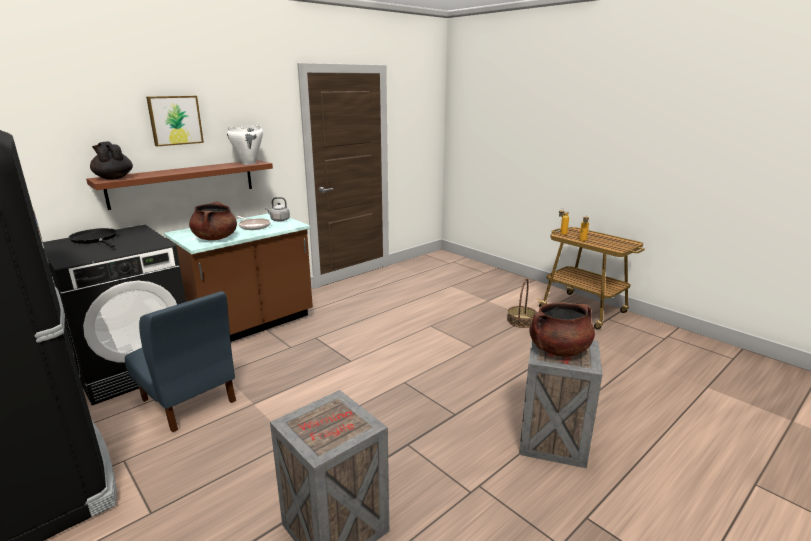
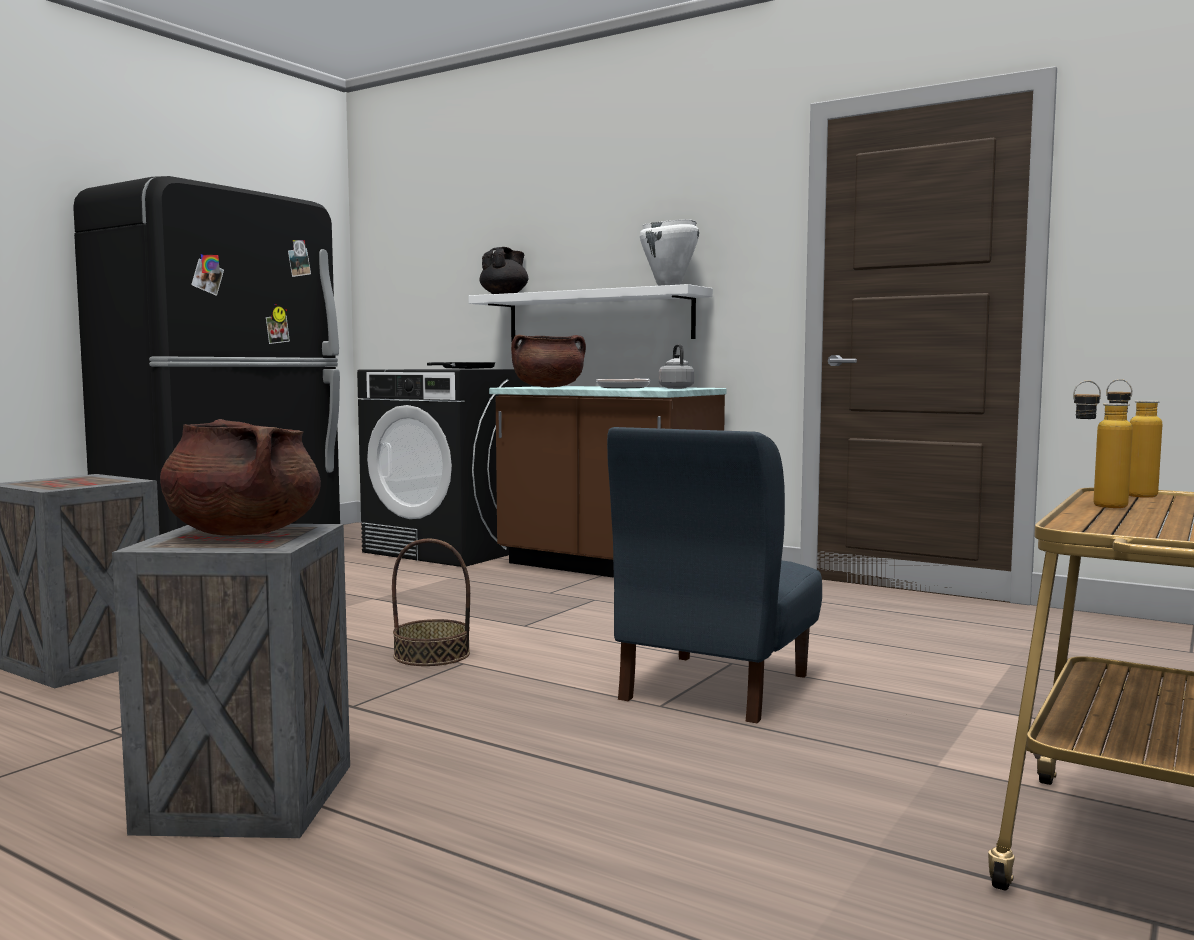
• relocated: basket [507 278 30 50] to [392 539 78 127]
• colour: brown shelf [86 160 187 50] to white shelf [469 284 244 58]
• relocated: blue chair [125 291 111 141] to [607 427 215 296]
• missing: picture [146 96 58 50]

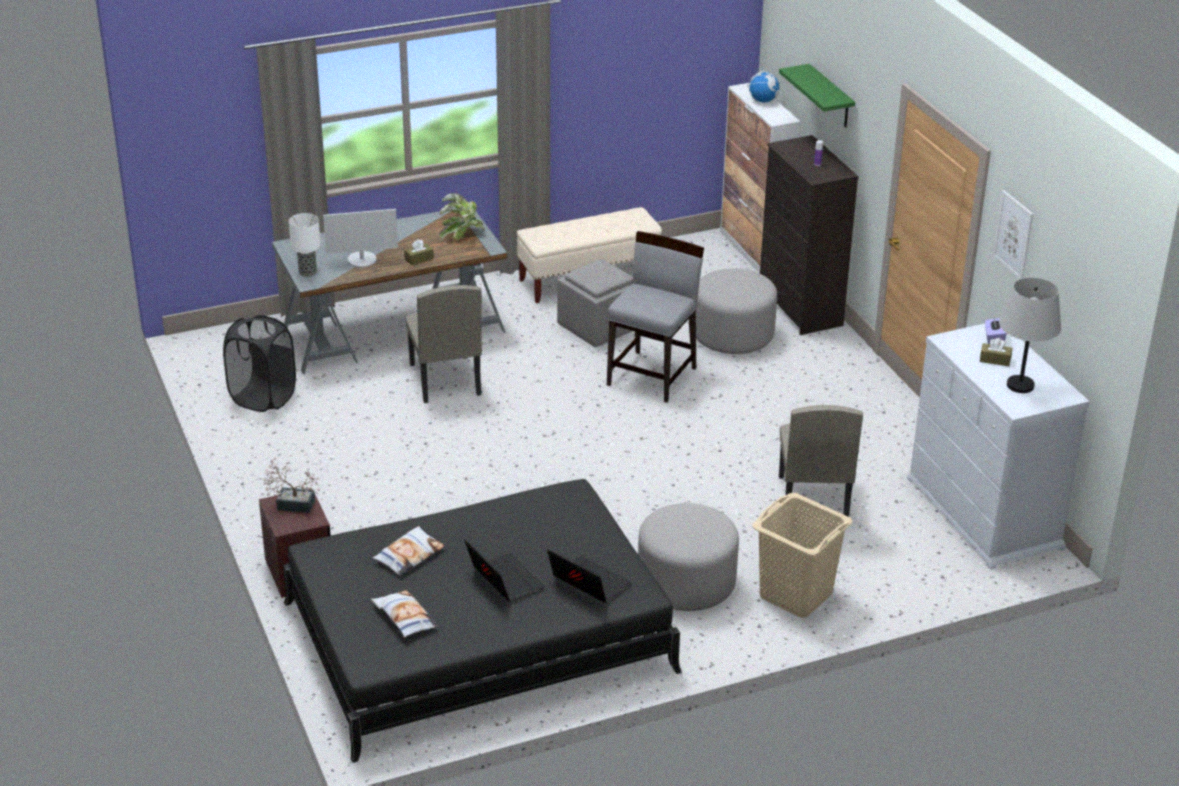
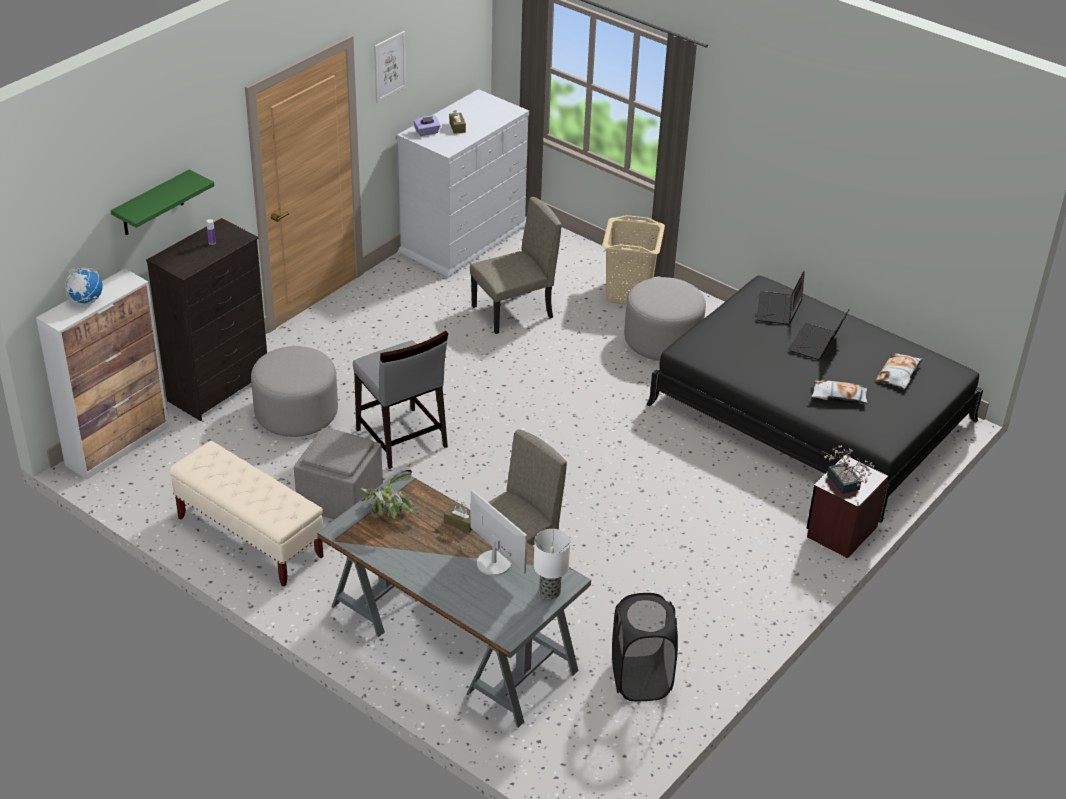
• spun: grey chair [607 231 97 172] = [353 331 95 138] 120 degrees counterclockwise
• missing: grey table lamp [999 277 62 116]

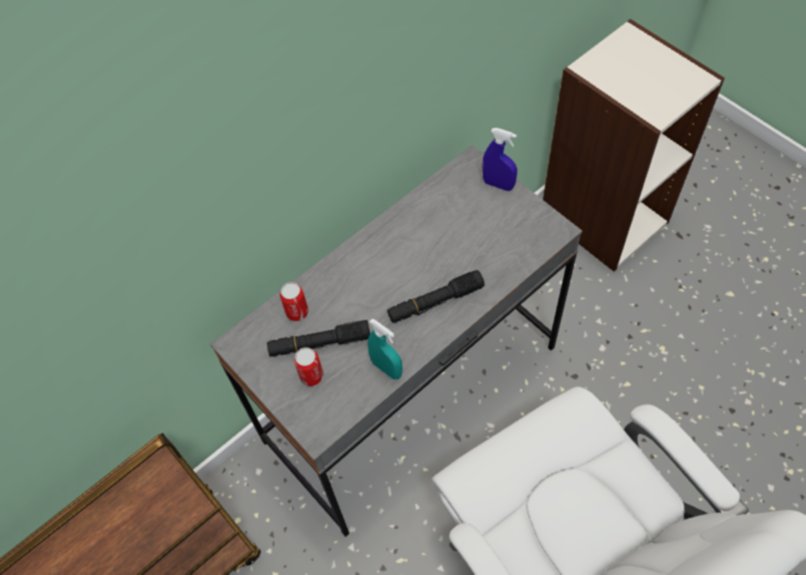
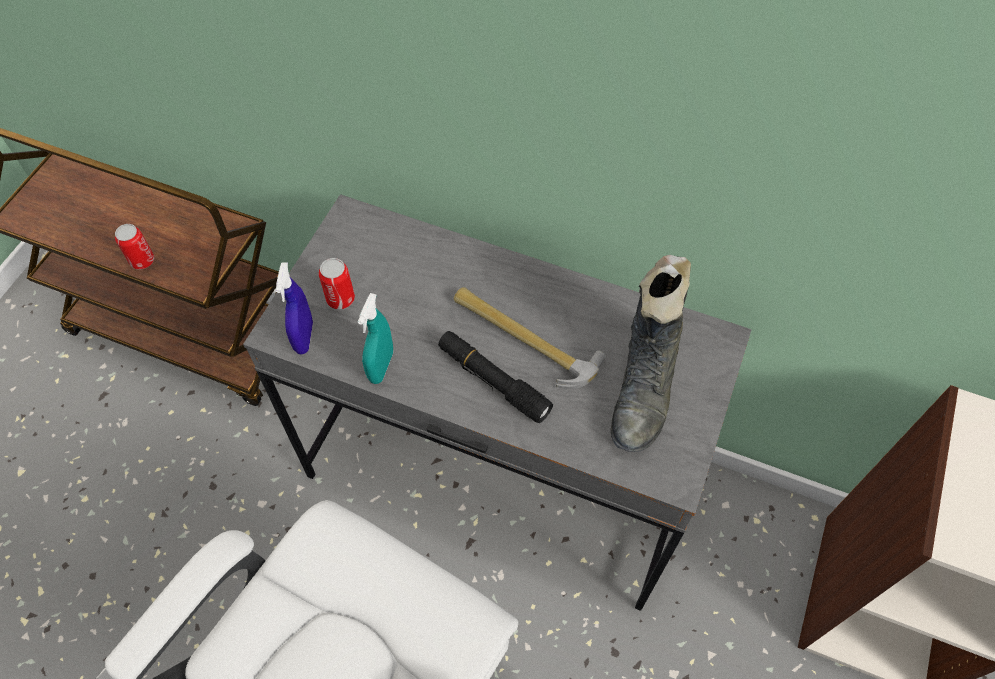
• relocated: can [280 282 28 39] to [115 224 39 46]
• relocated: blue spray bottle [482 128 35 63] to [276 262 37 92]
• appeared: hammer [454 287 152 102]
• appeared: black boot [611 255 80 197]
• missing: black flashlight [267 320 103 37]

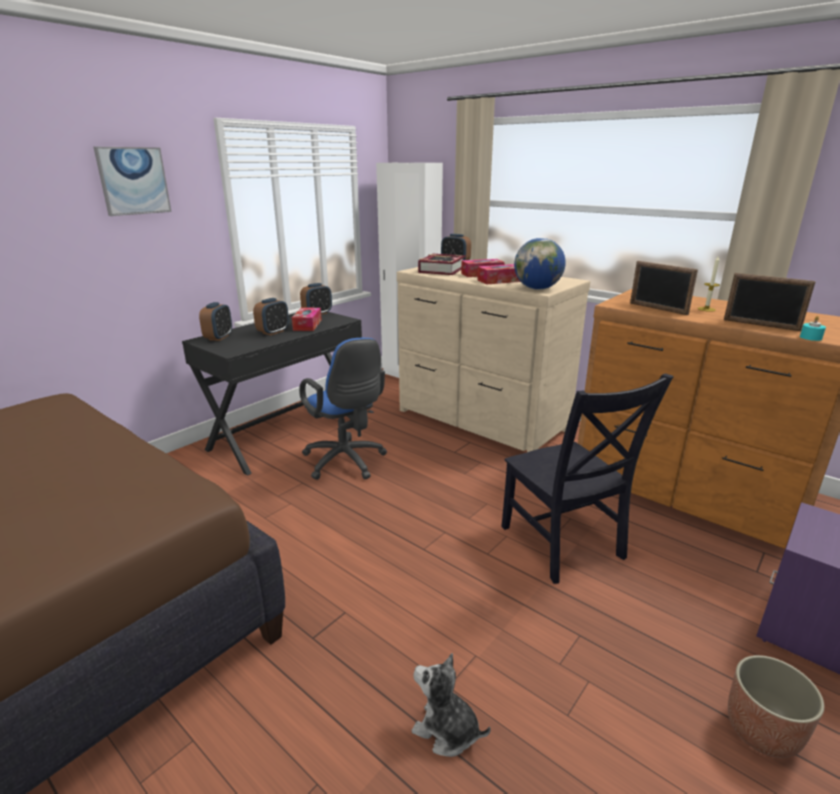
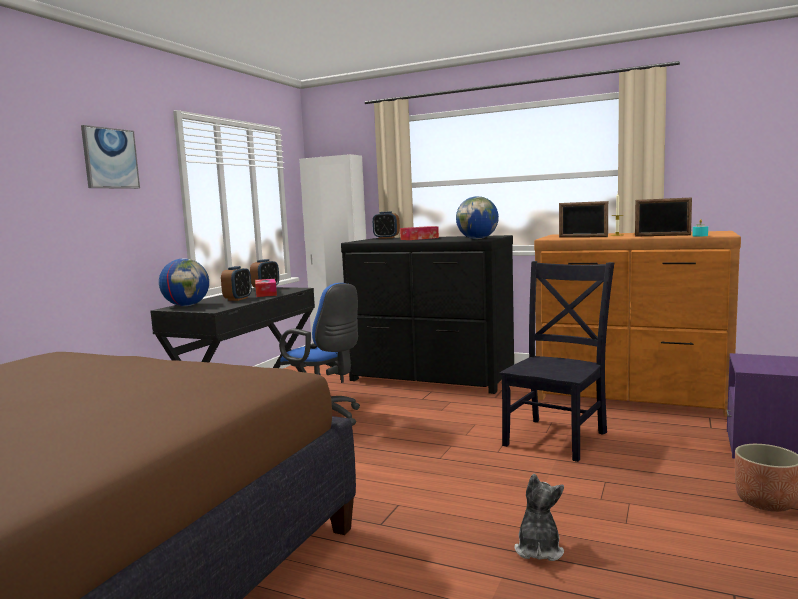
• exchanged: alarm clock [199 302 33 39] to globe [159 258 50 48]
• colour: beige dresser [397 267 193 185] to black dresser [341 235 173 159]
• spun: black chair [501 374 173 210] = [500 261 114 201] 105 degrees counterclockwise
• spun: plush toy [412 653 79 104] = [514 473 50 88] 90 degrees clockwise
• missing: book [418 254 48 21]
• missing: tissue box [477 264 43 20]

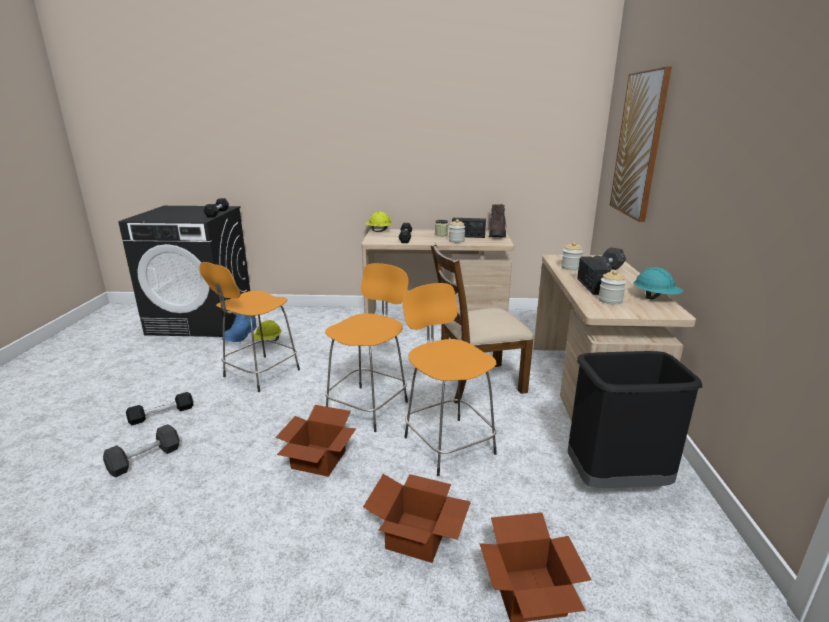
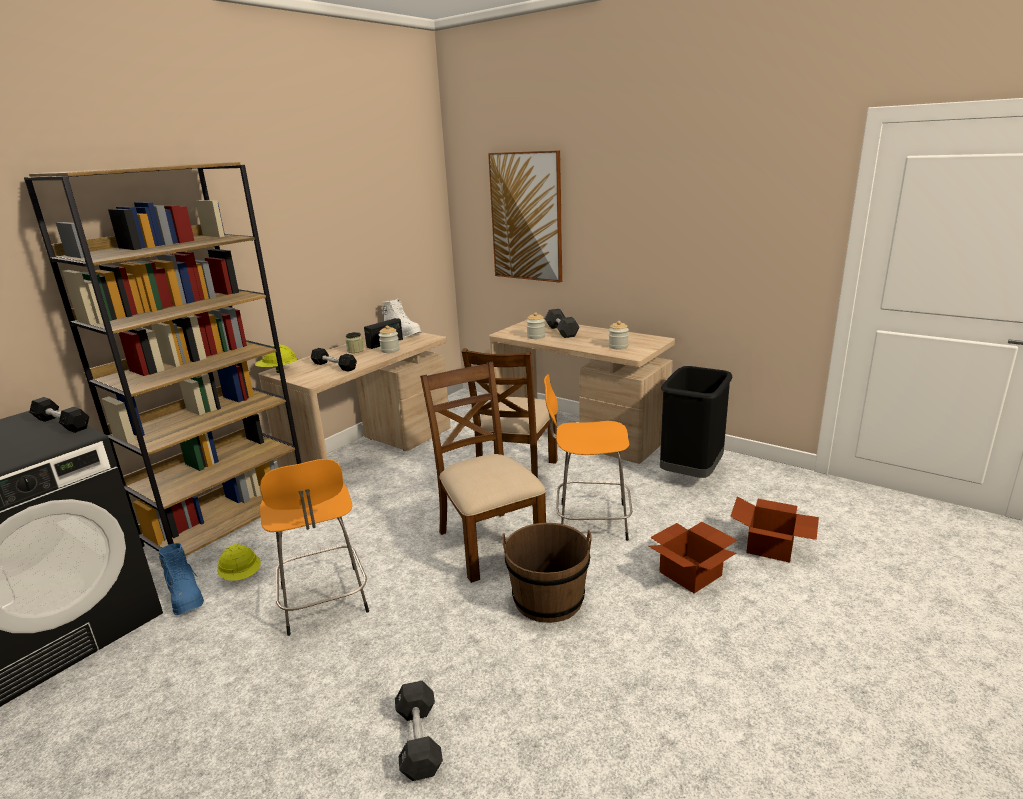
• appeared: brown bookcase [24 162 277 394]
• colour: brown boot [489 204 18 34] to white boot [381 299 40 38]
• exchanged: orange stool [325 263 83 169] to brown chair [420 361 126 222]
• exchanged: cardboard box [276 405 80 72] to brown bucket [502 523 90 100]
• missing: black dumbbell [126 392 67 33]
• missing: radio [577 256 32 39]
• missing: turquoise hard hat [634 267 49 33]

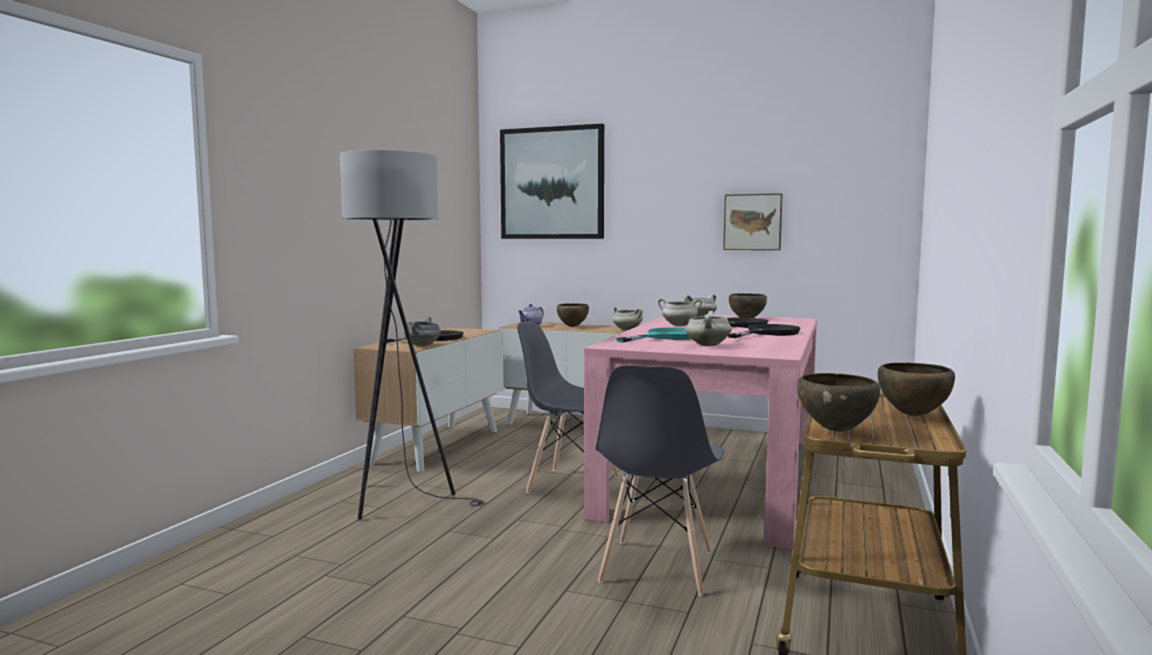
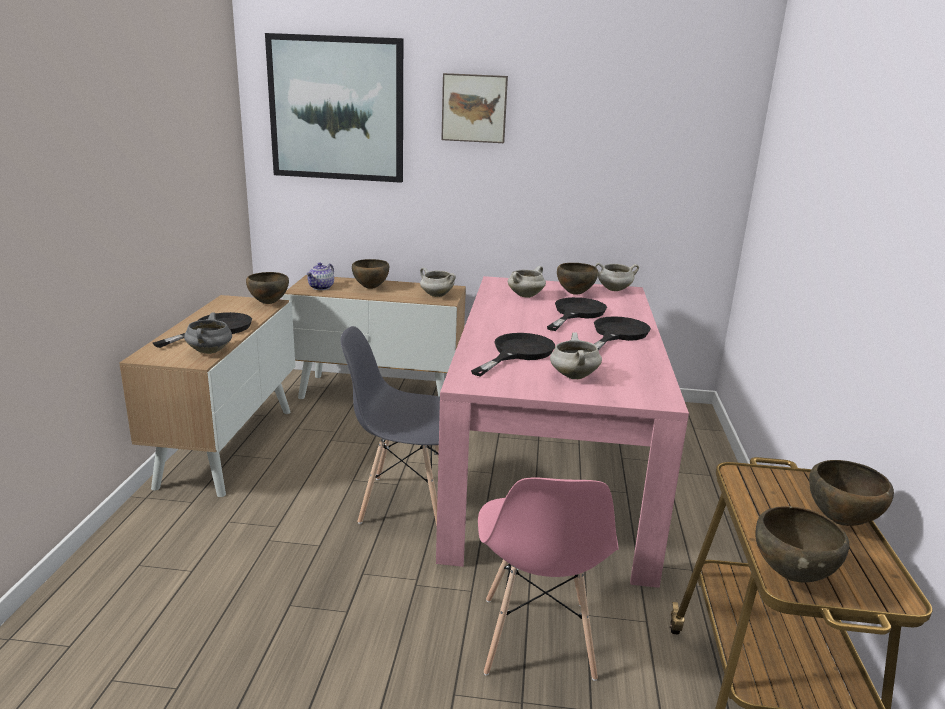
• appeared: brown bowl [246 272 43 32]
• relocated: picture [723 193 59 57] to [441 73 67 70]
• colour: turquoise frying pan [616 327 75 16] to black frying pan [471 333 84 44]
• colour: grey chair [596 365 129 231] to pink chair [478 478 141 203]
• relocated: white cooking pot [658 299 44 27] to [595 263 44 28]
• missing: grey floor lamp [340 150 145 369]

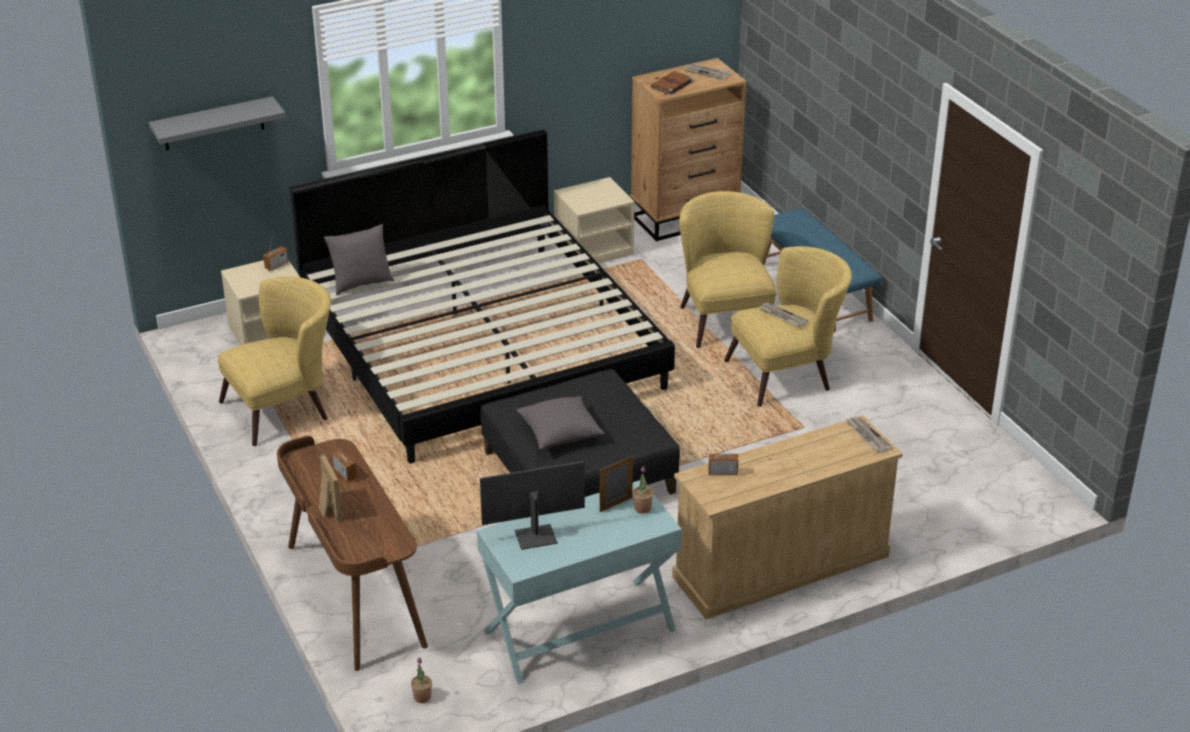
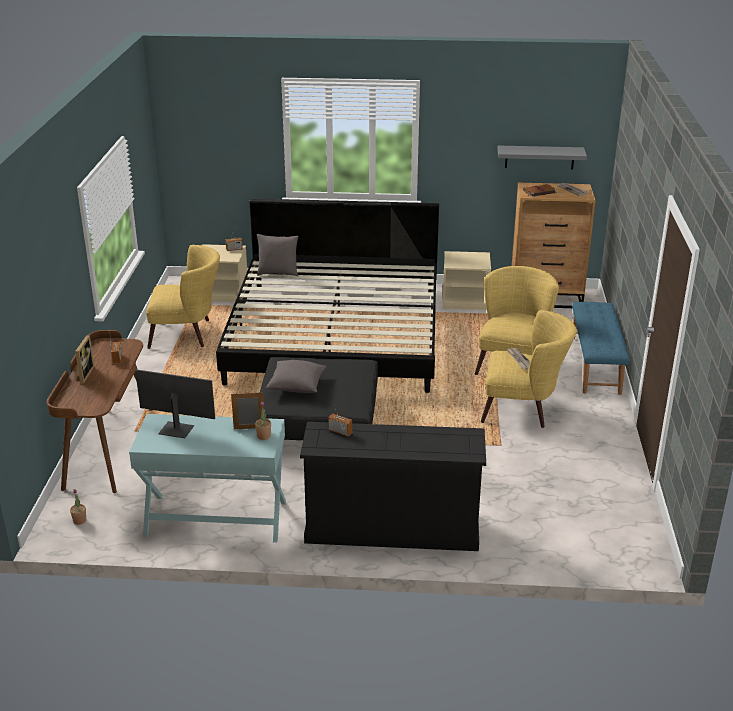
• colour: beige dresser [672 415 230 204] to black dresser [300 422 186 129]
• relocated: grey shelf [149 96 137 54] to [497 146 90 24]
• missing: newspaper [846 417 47 36]

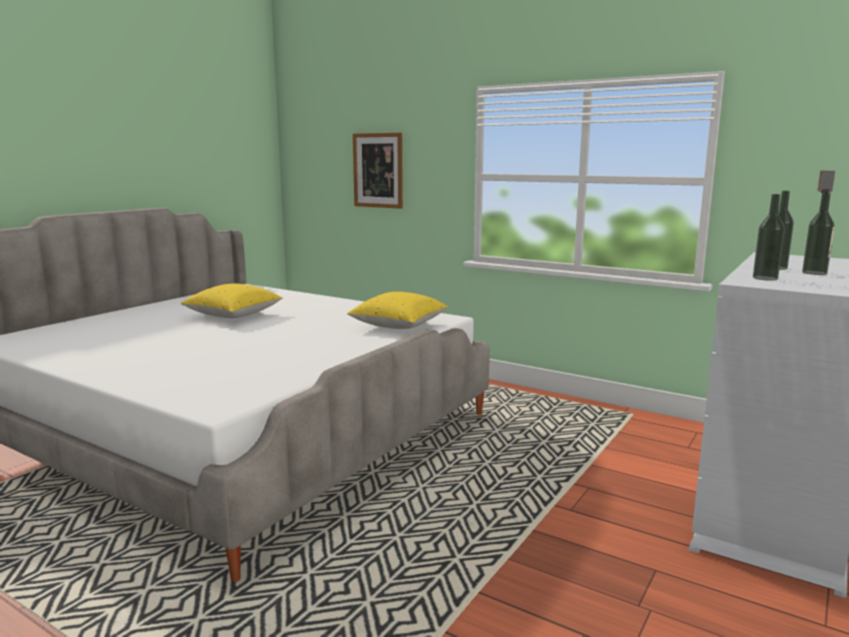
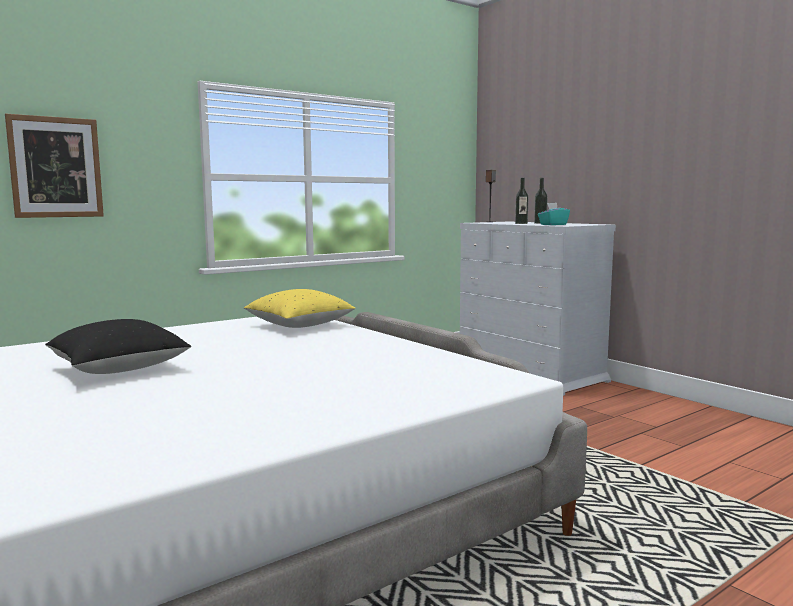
• colour: yellow pillow [181 283 102 35] to black pillow [45 319 146 55]
• exchanged: bottle [753 194 32 87] to turquoise tissue box [538 203 32 22]

